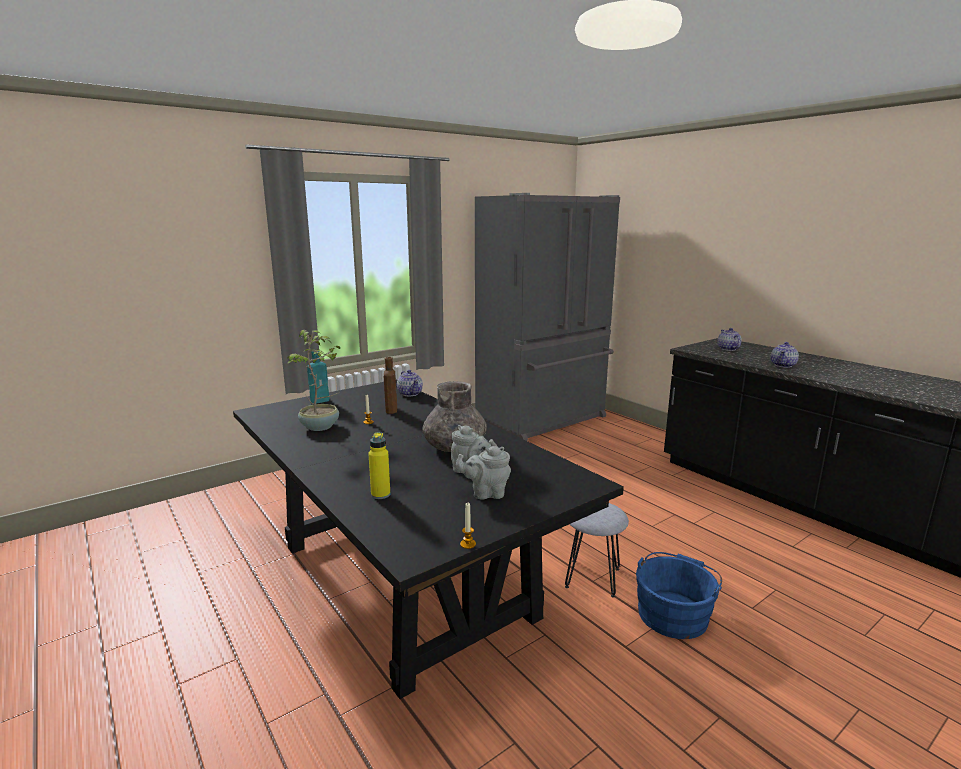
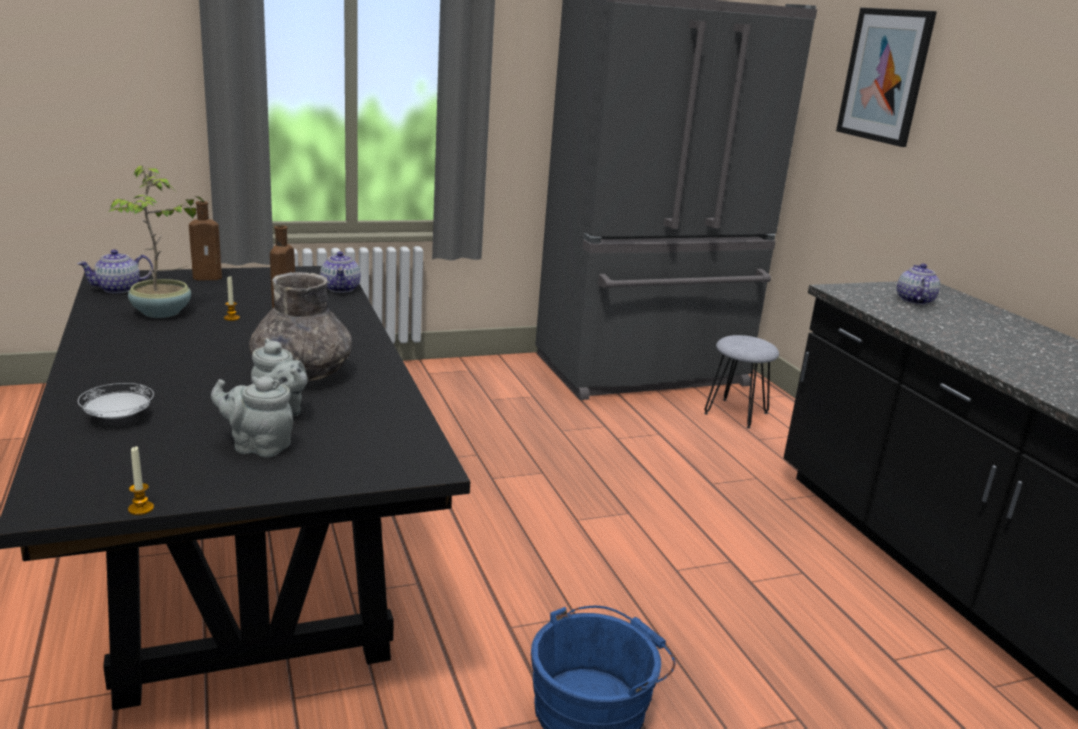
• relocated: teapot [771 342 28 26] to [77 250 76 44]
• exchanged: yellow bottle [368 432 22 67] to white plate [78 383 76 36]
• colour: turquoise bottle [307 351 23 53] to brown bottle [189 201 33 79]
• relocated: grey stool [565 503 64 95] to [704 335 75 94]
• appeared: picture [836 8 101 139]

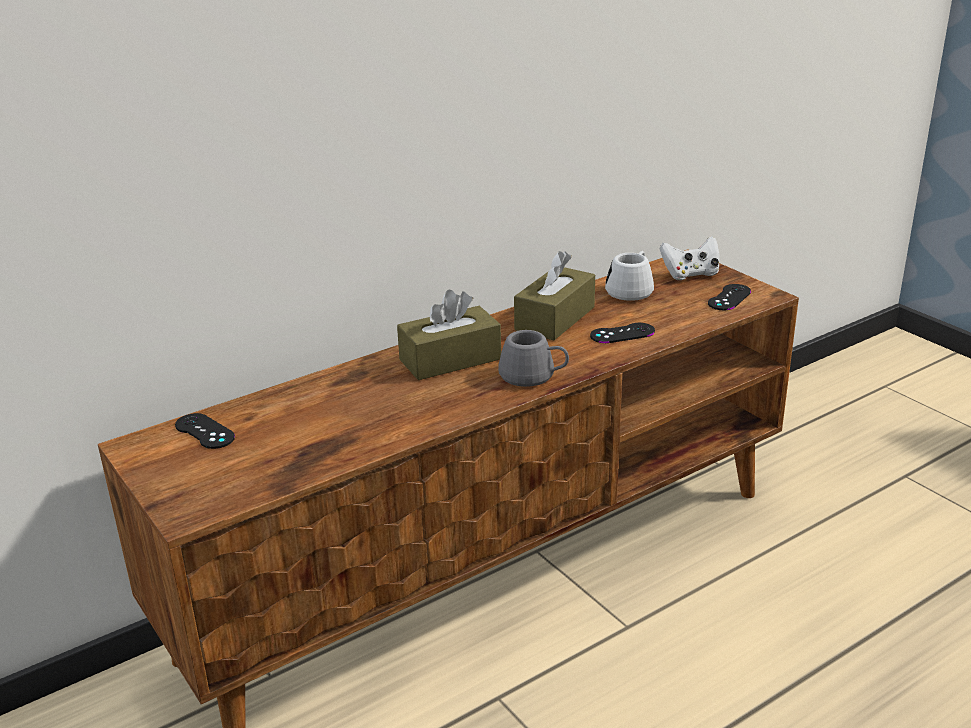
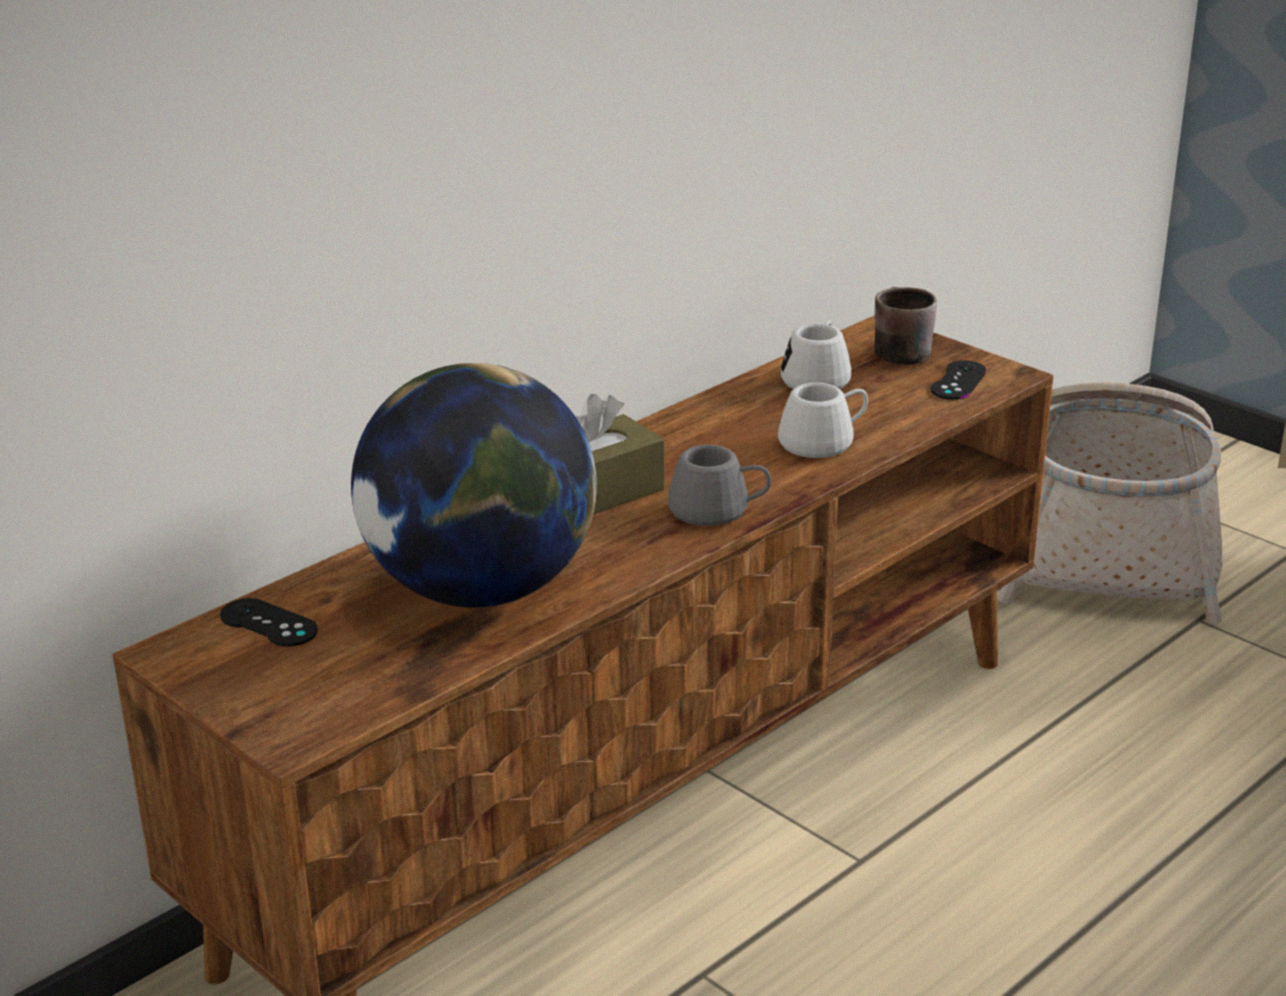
• appeared: globe [351 363 246 245]
• exchanged: black game controller [590 323 65 20] to white mug [778 383 90 75]
• exchanged: white game controller [660 236 60 44] to brown mug [874 287 63 78]
• appeared: basket [997 382 226 242]
• missing: brown tissue box [514 251 81 89]

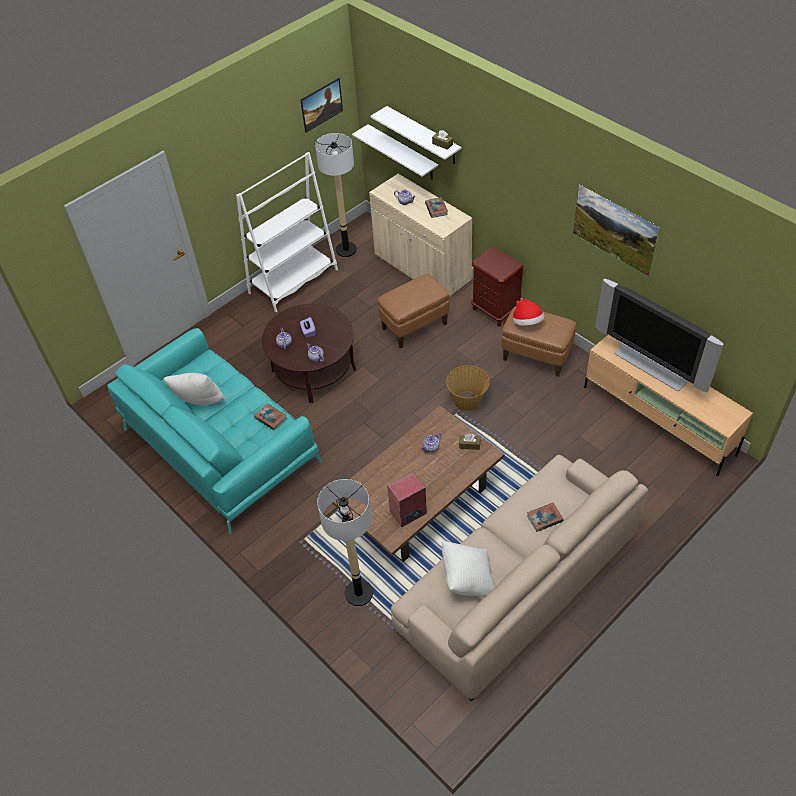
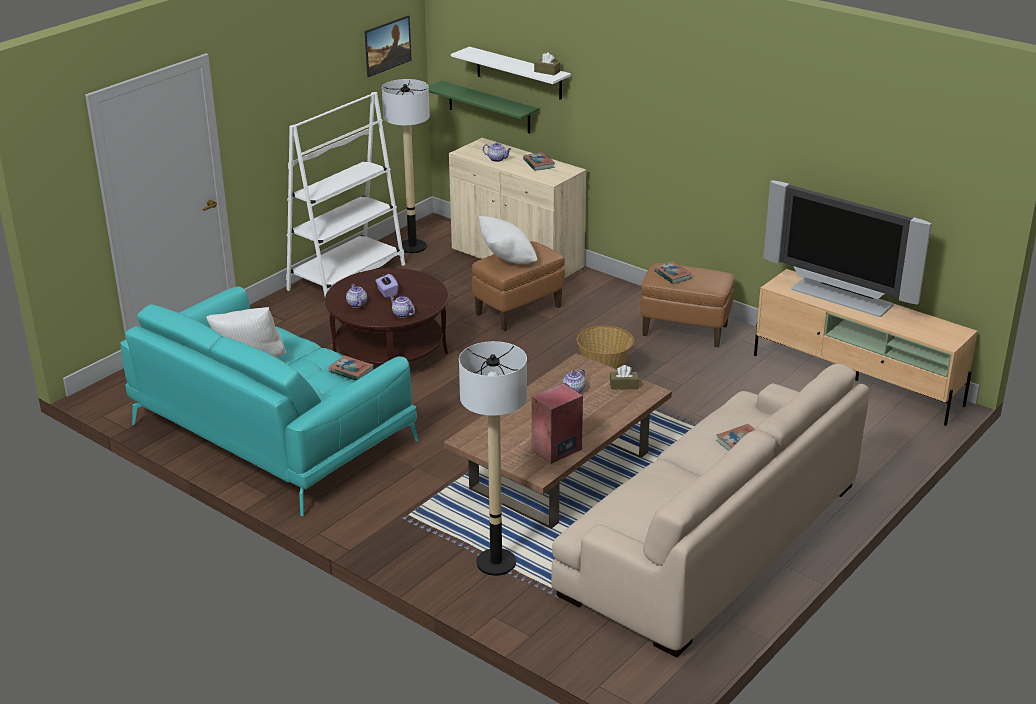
• colour: white shelf [352 124 86 56] to green shelf [429 81 110 52]
• relocated: white pillow [442 540 53 57] to [479 216 58 48]
• exchanged: hat [513 299 32 27] to book [654 261 38 23]
• missing: brown nightstand [471 246 53 80]
• missing: picture [573 184 86 92]

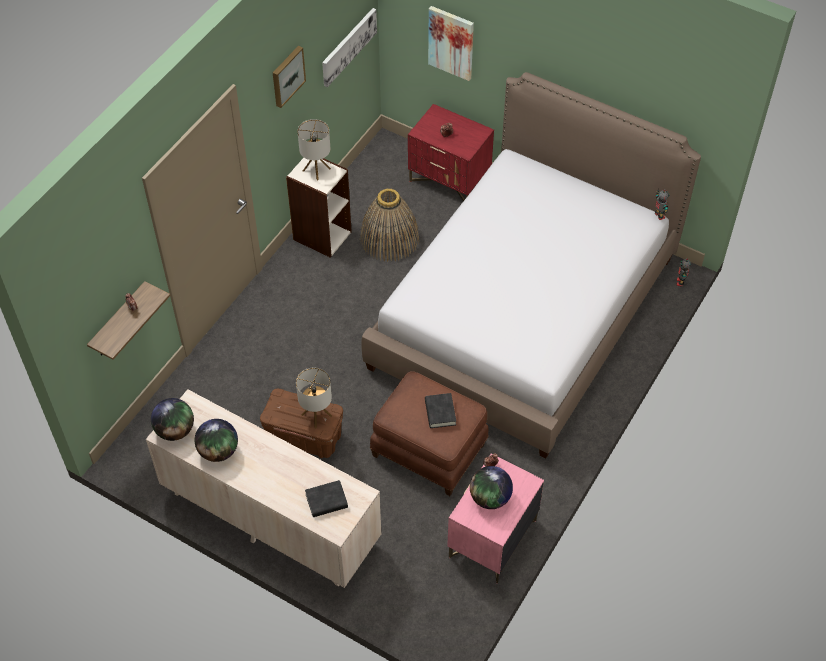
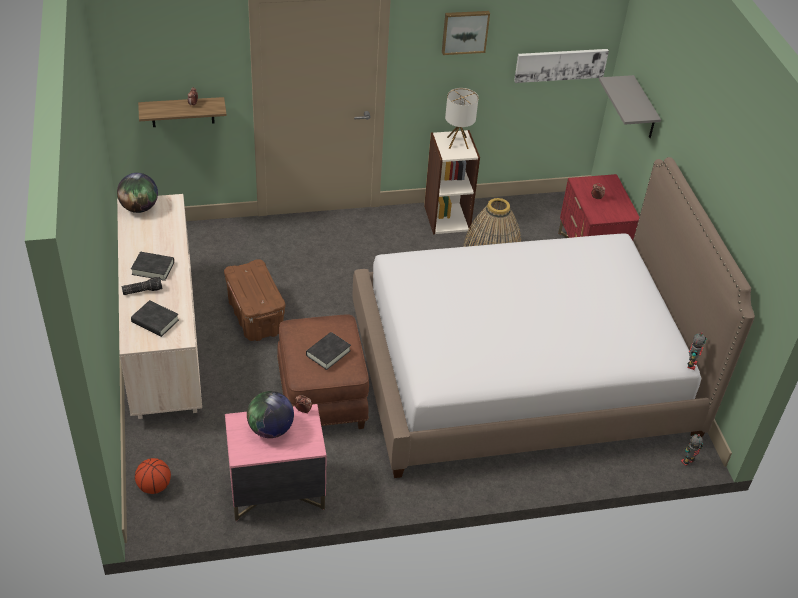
• appeared: flashlight [122 277 41 18]
• appeared: black book [131 252 43 29]
• appeared: basketball [135 458 36 36]
• exchanged: picture [428 6 46 75] to grey shelf [599 75 62 63]
• missing: globe [195 419 43 43]
• missing: table lamp [296 368 36 61]

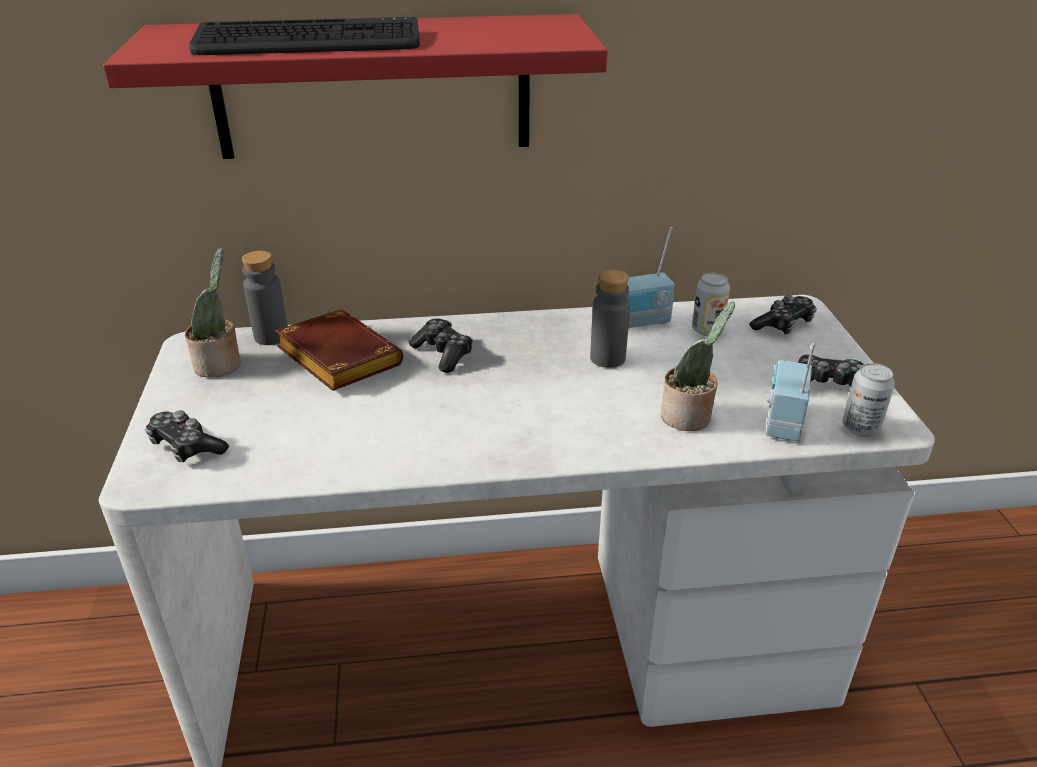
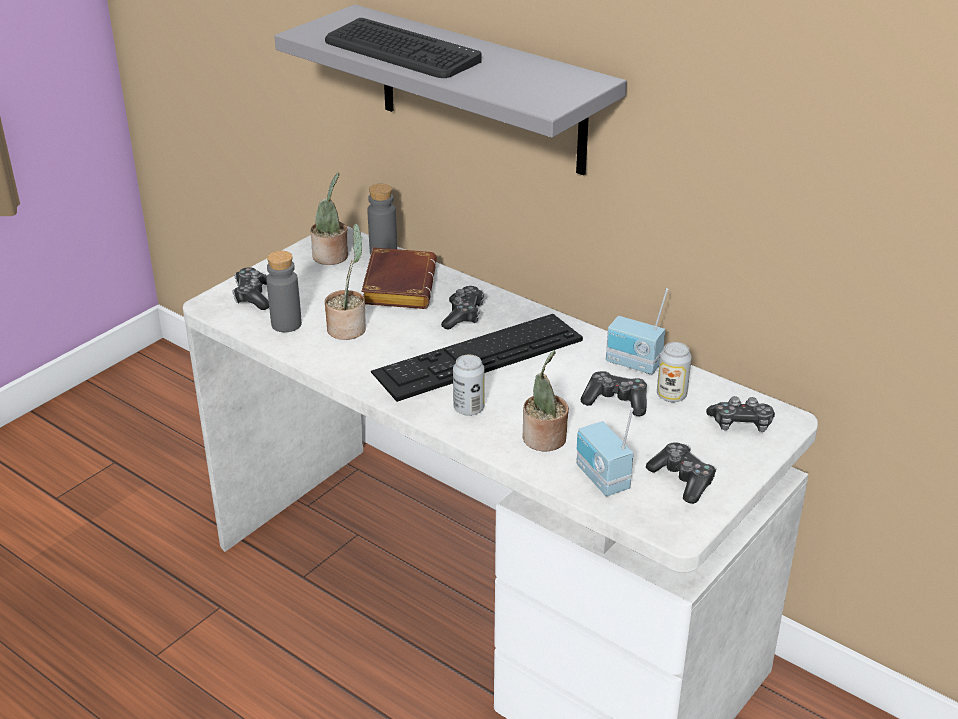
• relocated: grey bottle [590 270 40 98] to [266 251 36 81]
• colour: red shelf [103 14 505 145] to grey shelf [274 5 353 170]
• appeared: potted plant [325 223 41 117]
• appeared: keyboard [371 314 212 88]
• relocated: can [842 363 53 74] to [453 355 32 61]
• spun: radio [766 343 50 98] = [577 408 57 88] 90 degrees counterclockwise
• appeared: game controller [581 371 66 45]

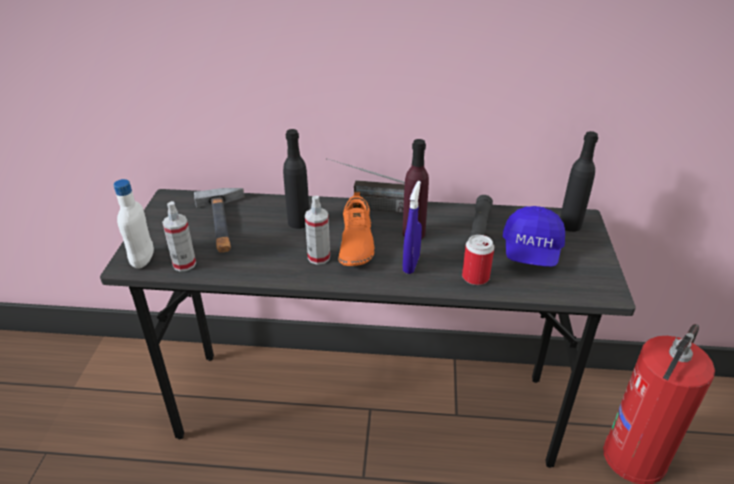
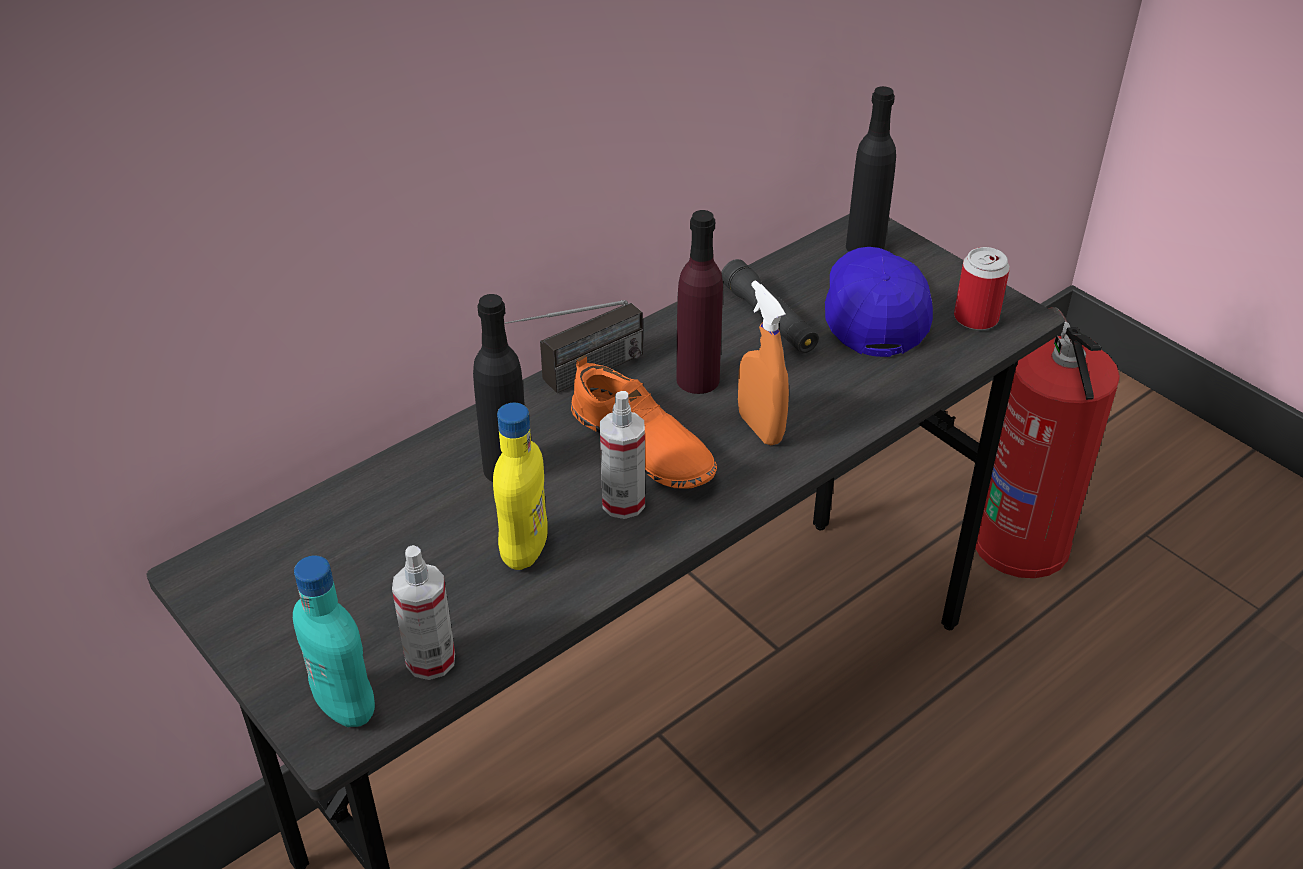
• colour: white bottle [114 179 40 90] to turquoise bottle [293 555 82 172]
• appeared: yellow bottle [493 403 55 167]
• colour: blue spray bottle [403 181 19 93] to orange spray bottle [738 280 51 165]
• spun: blue cap [503 206 62 61] = [825 247 108 110] 150 degrees counterclockwise
• relocated: can [462 235 32 50] to [954 247 56 83]
• missing: hammer [194 188 50 65]

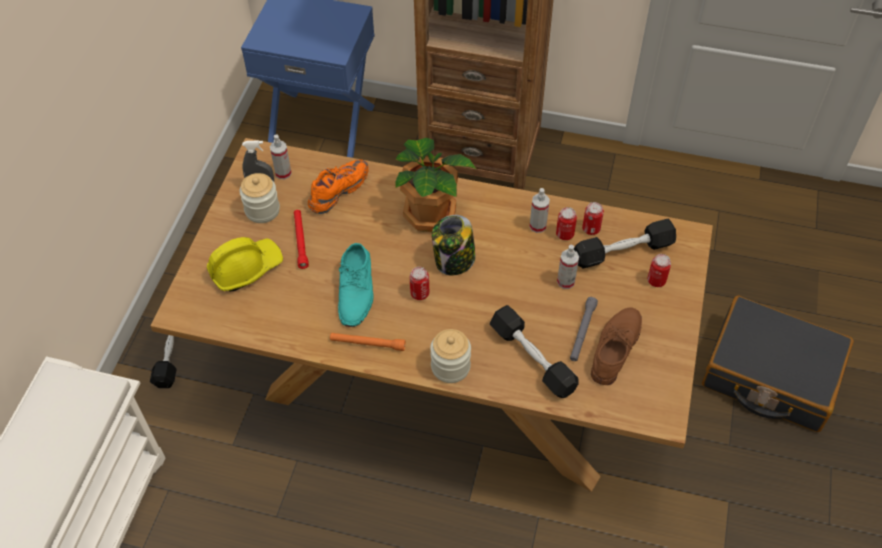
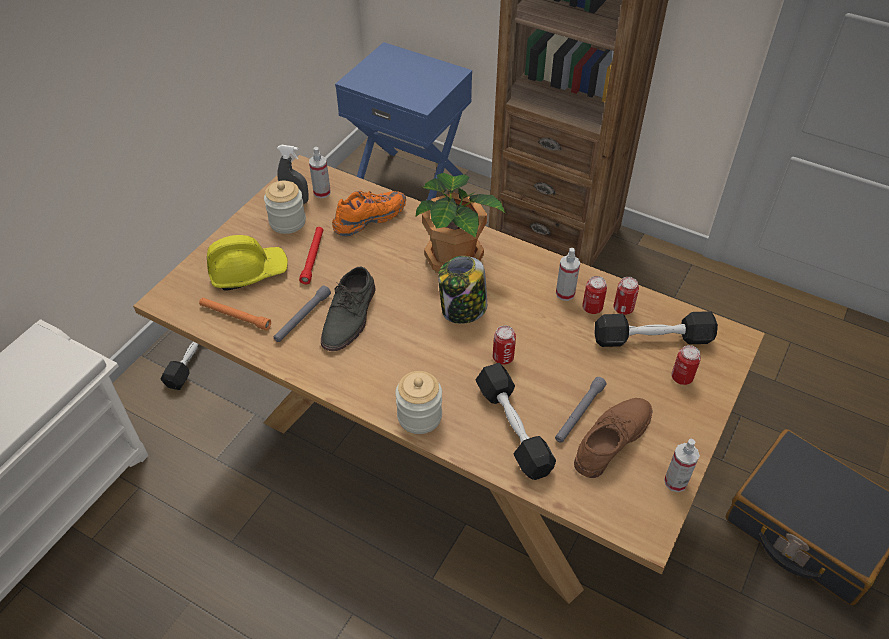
• relocated: orange flashlight [330 333 76 18] to [199 298 72 33]
• appeared: grey flashlight [274 285 57 57]
• colour: turquoise shoe [338 243 36 84] to grey shoe [321 267 55 84]
• relocated: can [410 267 19 33] to [493 326 23 39]
• relocated: spray bottle [557 244 22 45] to [664 439 36 53]

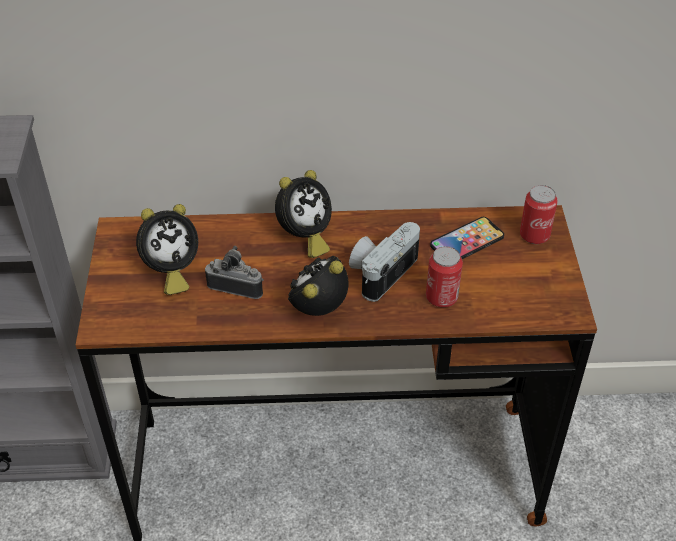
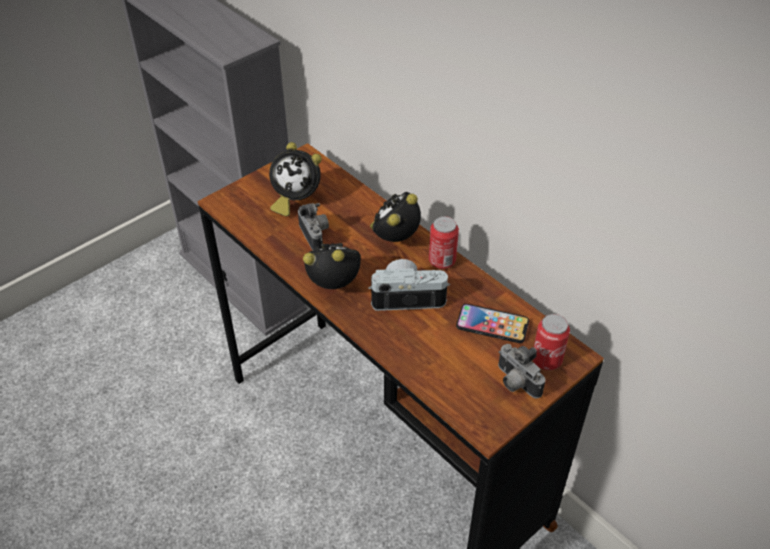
• spun: alarm clock [275 170 57 88] = [370 192 51 50] 120 degrees clockwise
• relocated: can [426 246 37 62] to [429 216 30 53]
• appeared: photo camera [498 344 48 54]

